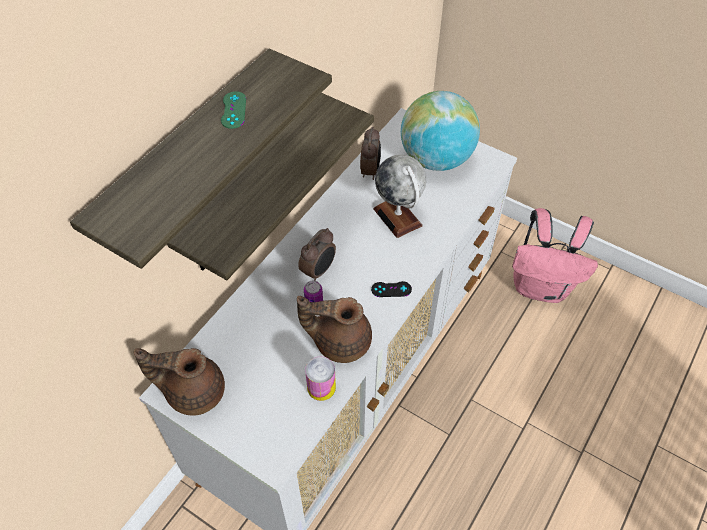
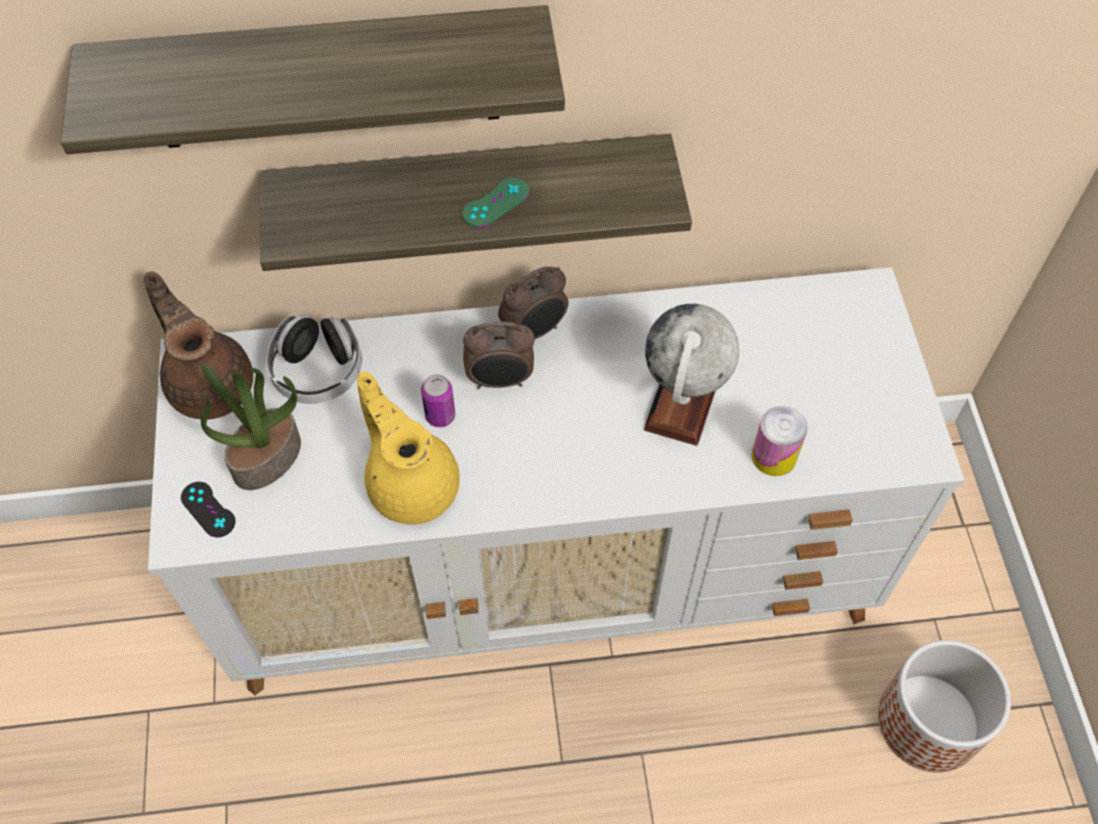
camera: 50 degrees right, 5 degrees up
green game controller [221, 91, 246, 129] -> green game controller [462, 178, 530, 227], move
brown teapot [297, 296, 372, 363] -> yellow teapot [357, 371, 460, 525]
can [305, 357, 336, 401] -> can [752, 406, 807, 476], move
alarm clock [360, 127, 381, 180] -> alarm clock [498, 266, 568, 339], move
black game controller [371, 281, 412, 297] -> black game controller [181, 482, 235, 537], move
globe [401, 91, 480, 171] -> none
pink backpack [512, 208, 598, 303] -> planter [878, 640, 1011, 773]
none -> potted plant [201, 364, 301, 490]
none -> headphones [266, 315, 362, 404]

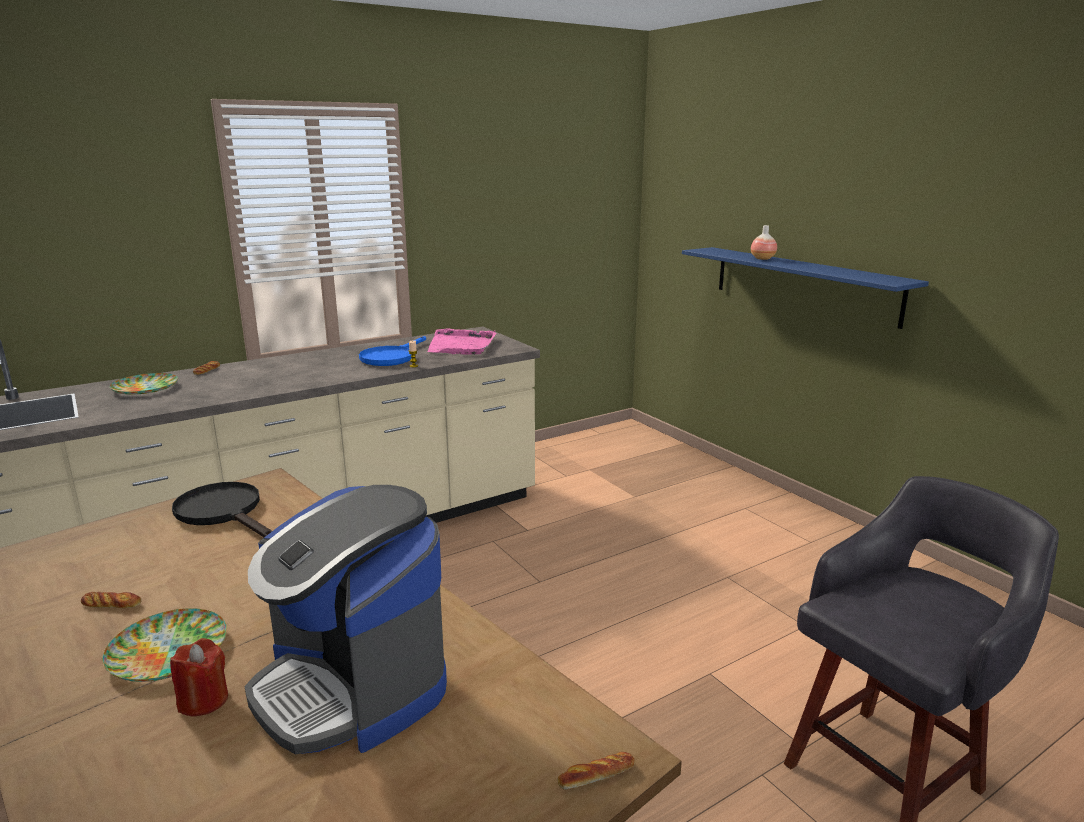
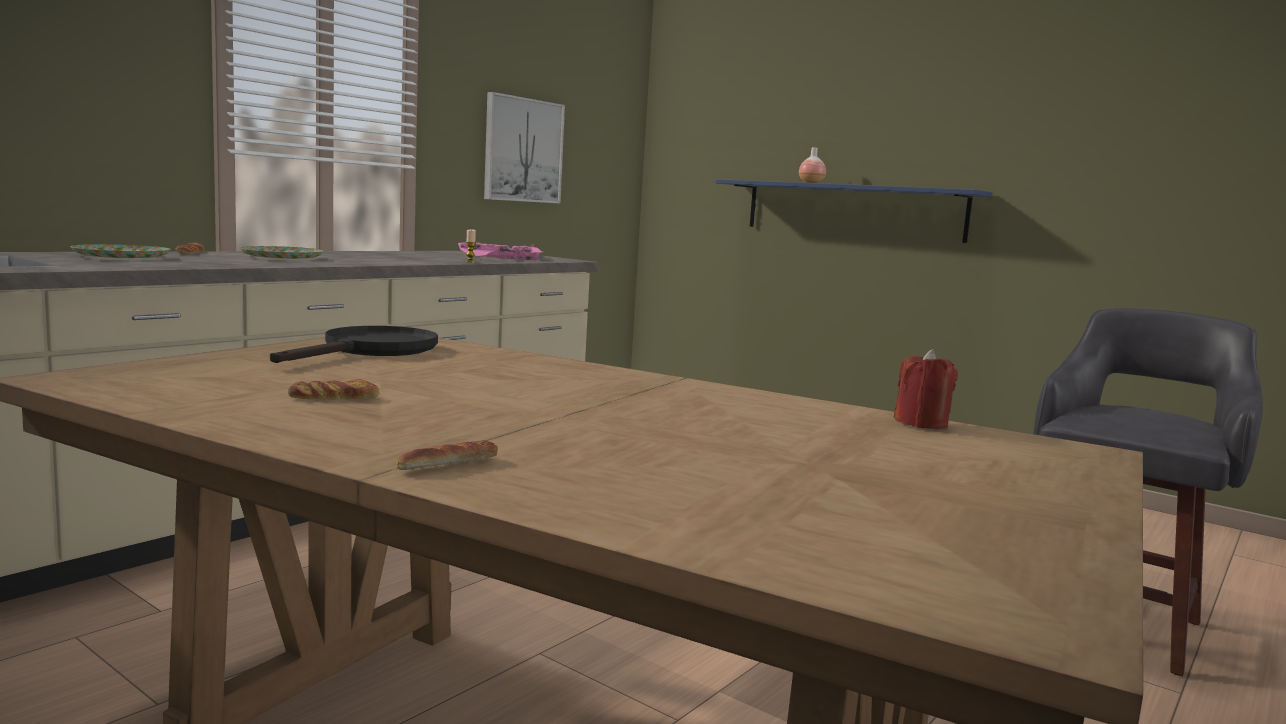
camera: 20 degrees left, 10 degrees down
plate [102, 608, 227, 682] -> plate [240, 246, 323, 259], move
red candle [170, 638, 228, 716] -> red candle [894, 349, 958, 429], move
black frying pan [172, 482, 272, 537] -> black frying pan [270, 326, 438, 363], 90 degrees clockwise
coffee machine [245, 485, 447, 755] -> none
blue frying pan [359, 336, 426, 366] -> none
bread [557, 752, 635, 790] -> bread [396, 440, 498, 470], move
none -> picture [484, 92, 565, 203]

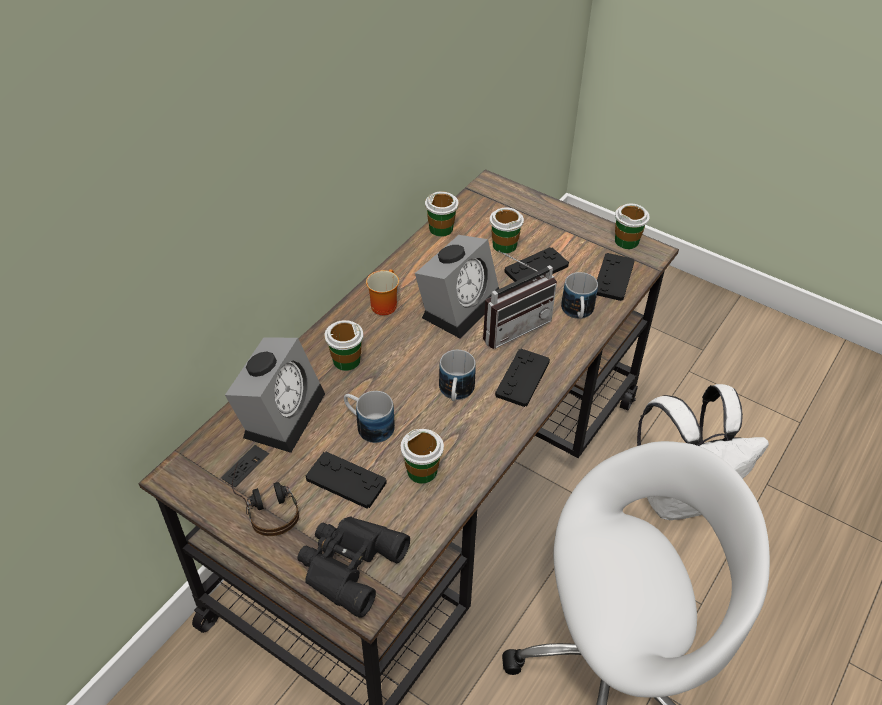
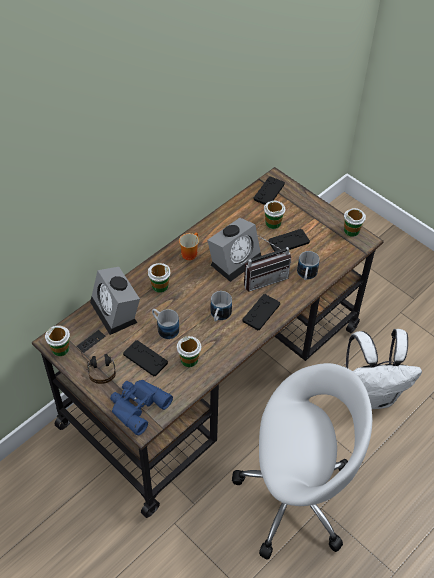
camera: 10 degrees right, 5 degrees up
alarm clock [225, 337, 325, 453] -> alarm clock [90, 267, 140, 335], 120 degrees clockwise
black binoculars [297, 516, 410, 618] -> blue binoculars [110, 380, 173, 435]
cup [425, 191, 459, 237] -> cup [45, 325, 70, 356], move
black game controller [597, 253, 635, 301] -> black game controller [254, 176, 285, 205], move

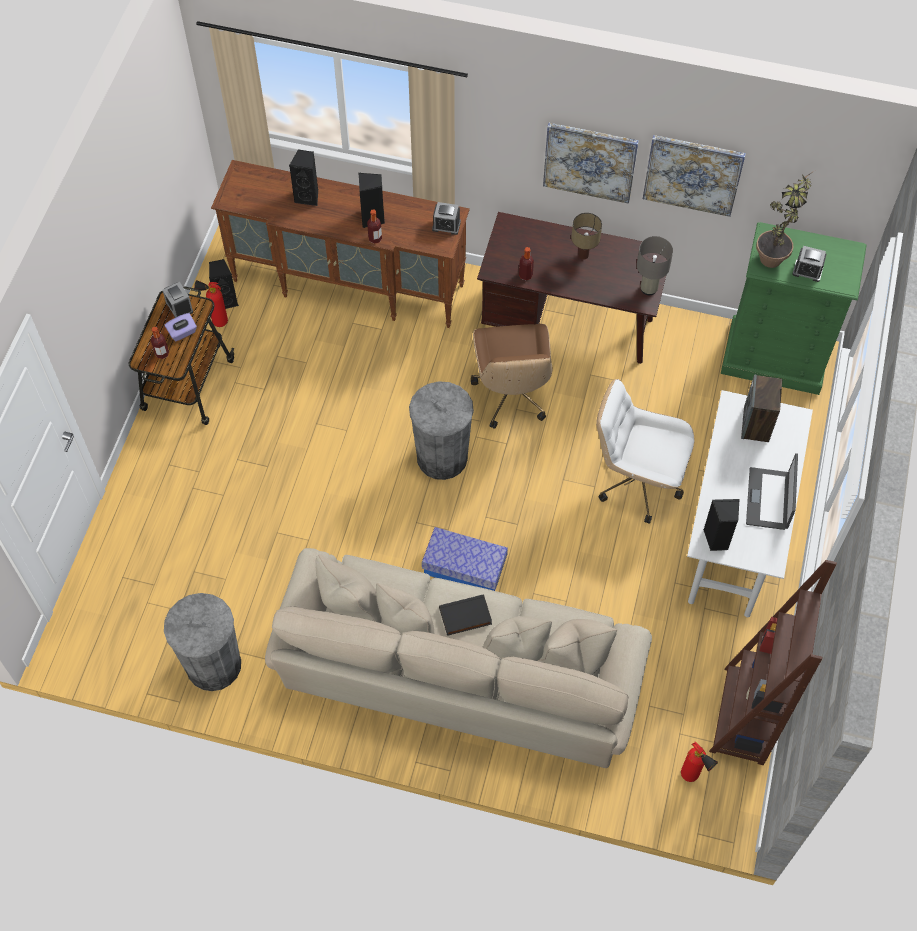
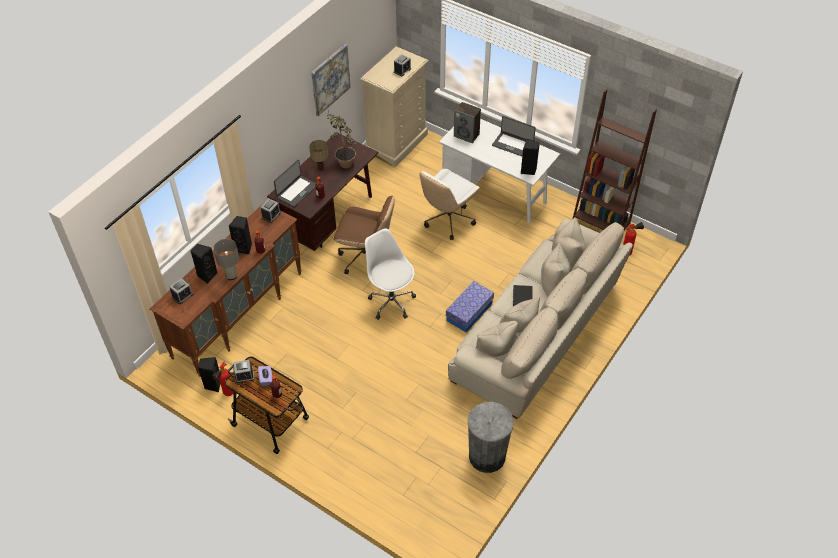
camera: 70 degrees left, 10 degrees down
grey trash can [409, 381, 474, 480] -> white office chair [365, 229, 416, 320]
picture [543, 123, 639, 204] -> none
grey table lamp [637, 236, 673, 295] -> grey table lamp [213, 239, 239, 280], move
green dresser [721, 222, 867, 395] -> beige dresser [360, 46, 429, 167]
potted plant [756, 171, 814, 268] -> potted plant [327, 110, 358, 168], move
none -> alarm clock [169, 278, 193, 304]
none -> laptop [274, 160, 316, 207]

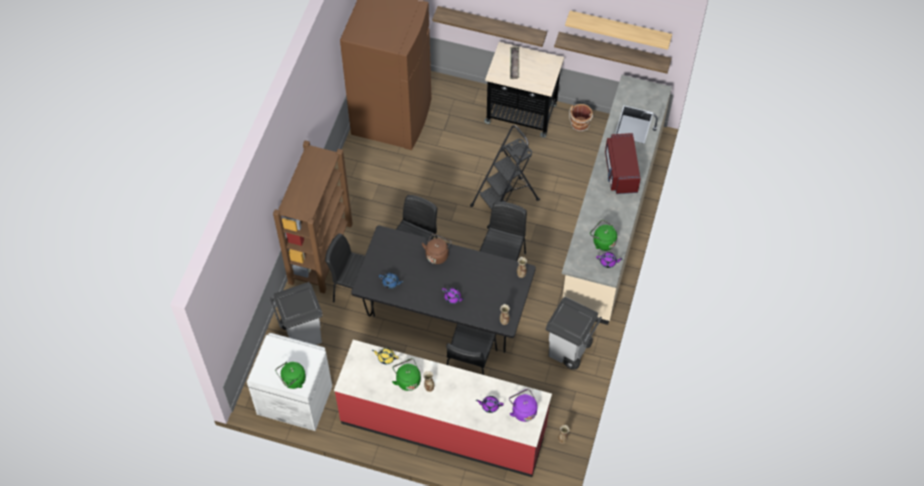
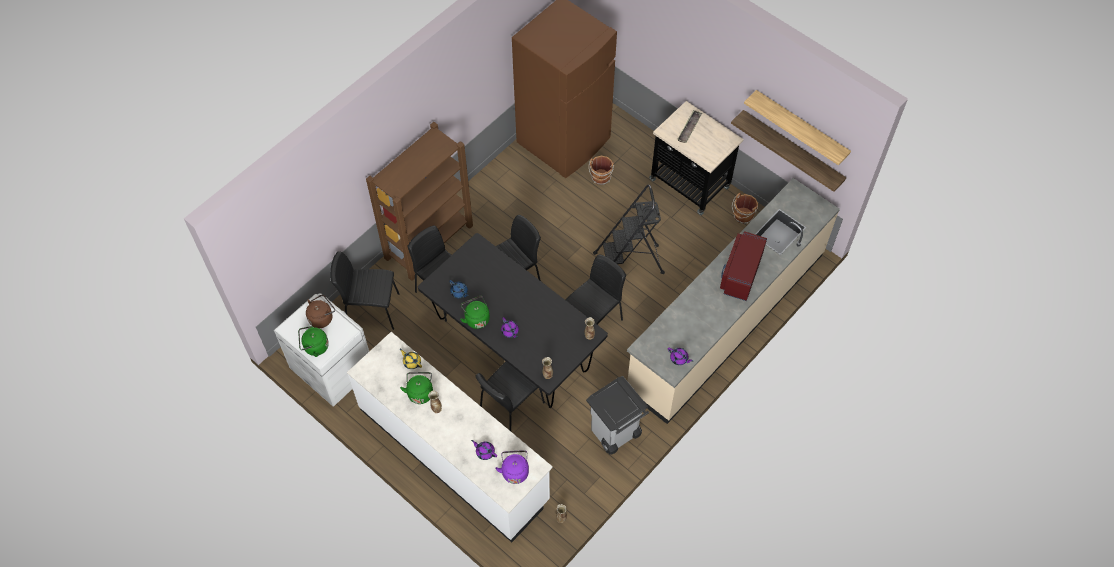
camera: 25 degrees right, 0 degrees up
grey trash can [269, 282, 322, 345] -> black chair [330, 251, 400, 330]
red counter [334, 340, 552, 477] -> white counter [347, 332, 553, 542]
brown kettle [422, 234, 452, 264] -> brown kettle [306, 295, 335, 328], move
shelf [432, 6, 547, 47] -> none
green kettle [590, 220, 617, 251] -> green kettle [460, 296, 490, 329], move
none -> brown bucket [589, 156, 614, 185]

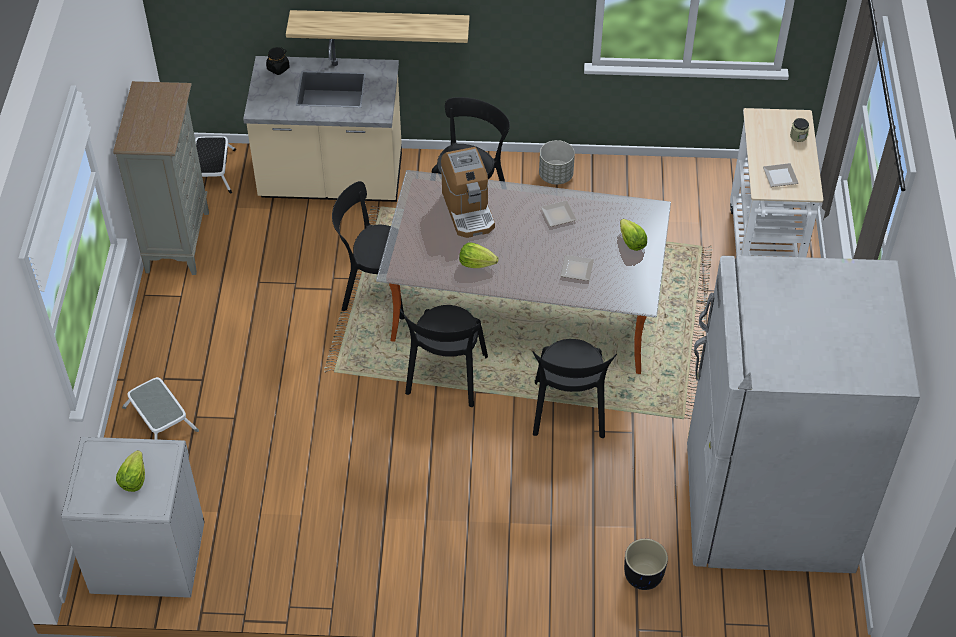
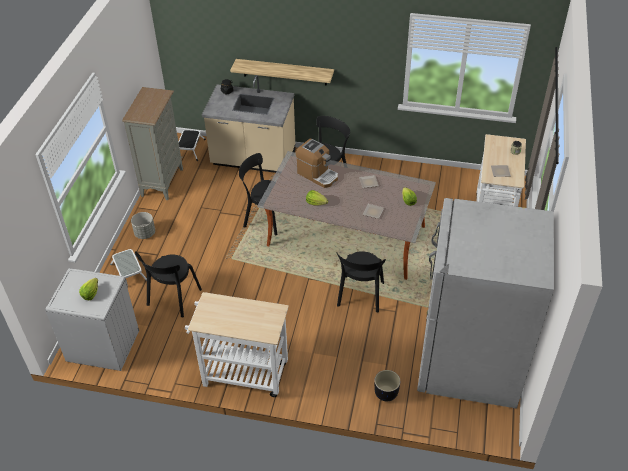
camera: 10 degrees right, 5 degrees down
black chair [400, 305, 488, 407] -> black chair [135, 251, 202, 318], move
coffee machine [441, 147, 495, 238] -> coffee machine [296, 139, 338, 188], 45 degrees counterclockwise
grey planter [539, 140, 575, 185] -> grey planter [131, 212, 155, 239], move
none -> white cart [185, 292, 288, 397]

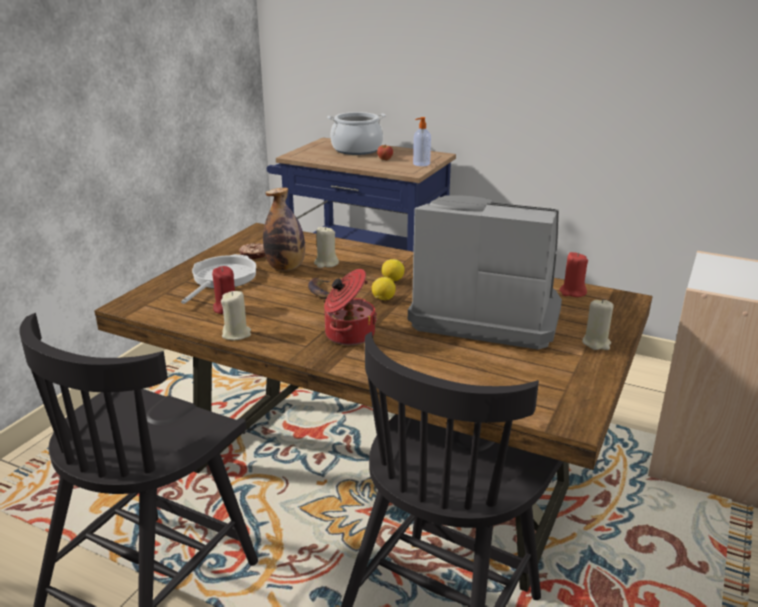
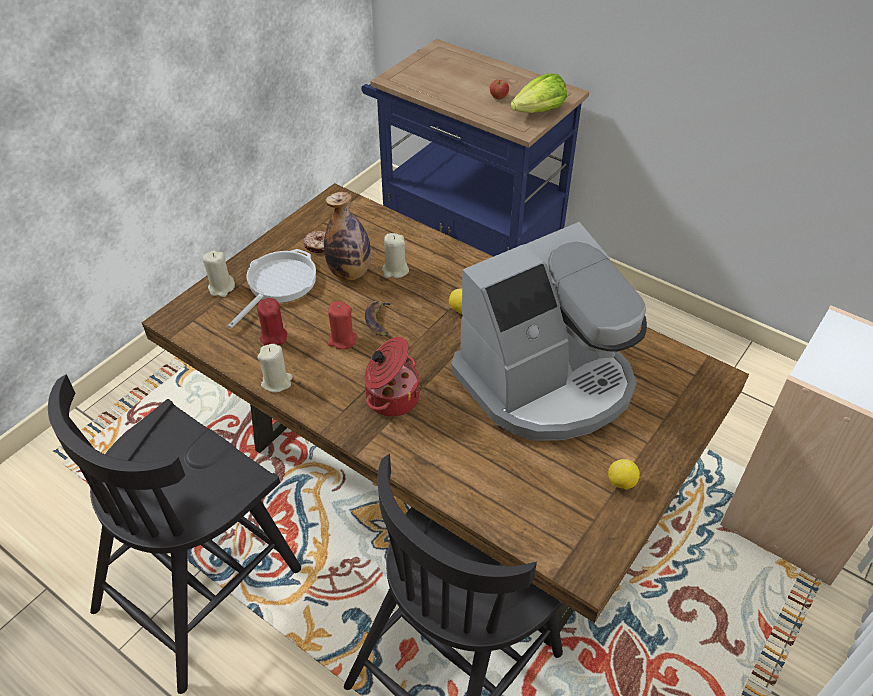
camera: 10 degrees right, 20 degrees up
cooking pot [328, 112, 386, 155] -> none
lemon [372, 277, 396, 300] -> lemon [608, 459, 640, 489], move
coffee machine [408, 195, 562, 350] -> coffee machine [451, 222, 647, 441], 120 degrees clockwise
soap dispenser [413, 117, 431, 166] -> lettuce [510, 73, 567, 113]
red candle [559, 252, 588, 297] -> red candle [327, 301, 357, 350], move
beige candle [582, 299, 614, 350] -> beige candle [203, 251, 235, 297], move

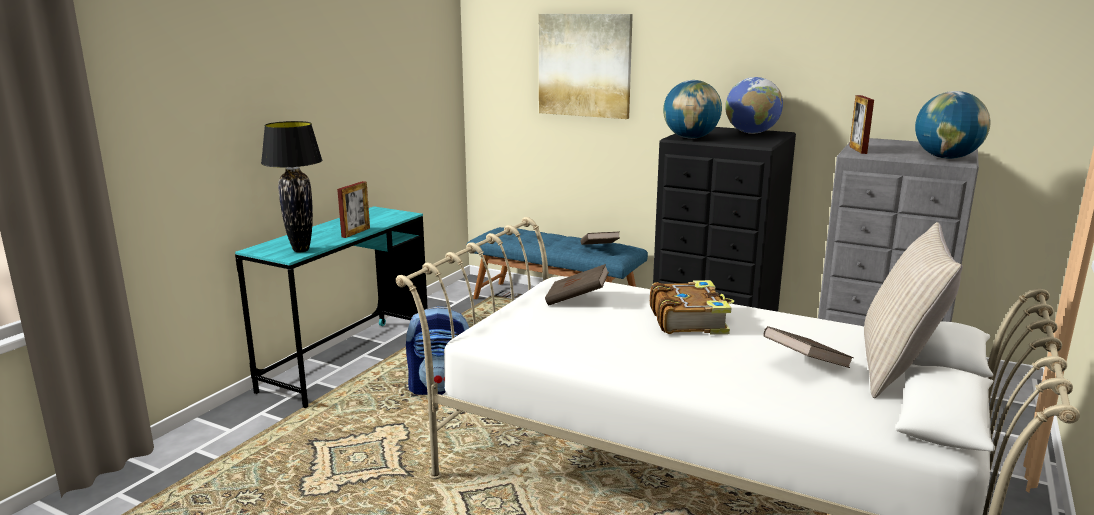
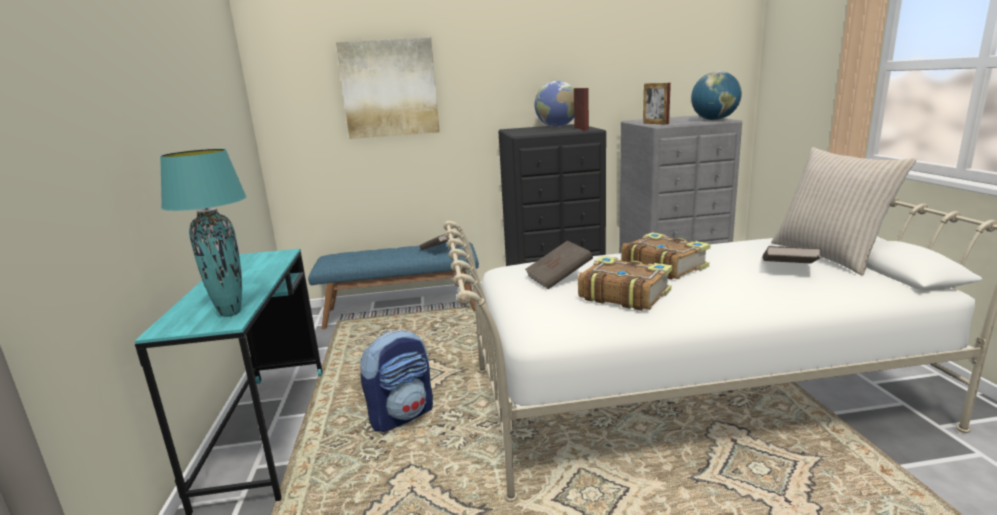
camera: 35 degrees left, 0 degrees up
black table lamp [261, 121, 323, 252] -> turquoise table lamp [160, 149, 247, 317]
picture frame [337, 181, 370, 238] -> picture frame [574, 88, 589, 131], move
globe [663, 80, 722, 139] -> none
none -> book [578, 256, 672, 311]

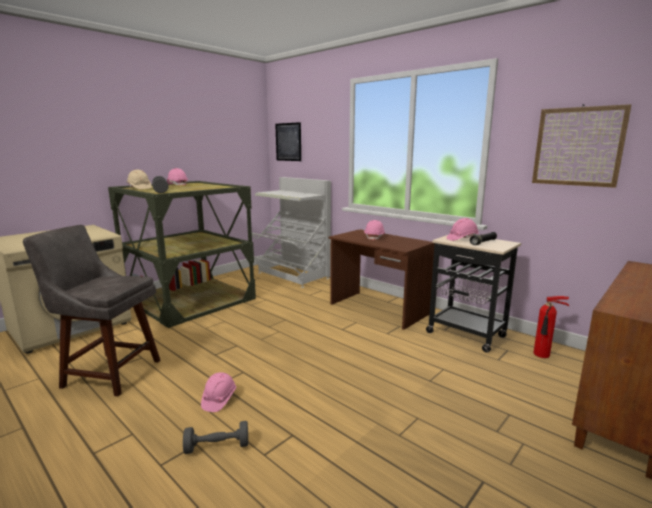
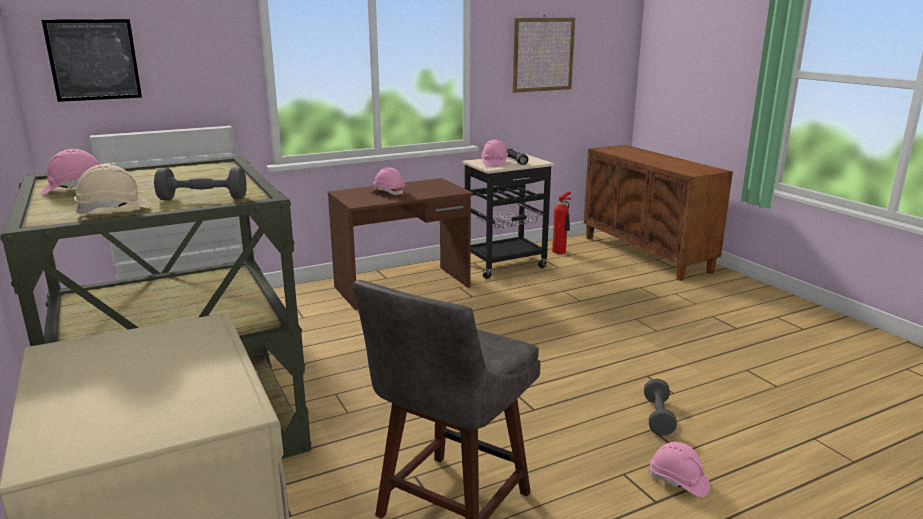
camera: 70 degrees left, 5 degrees up
pink hard hat [201, 372, 236, 412] -> pink hard hat [649, 442, 710, 497], move

